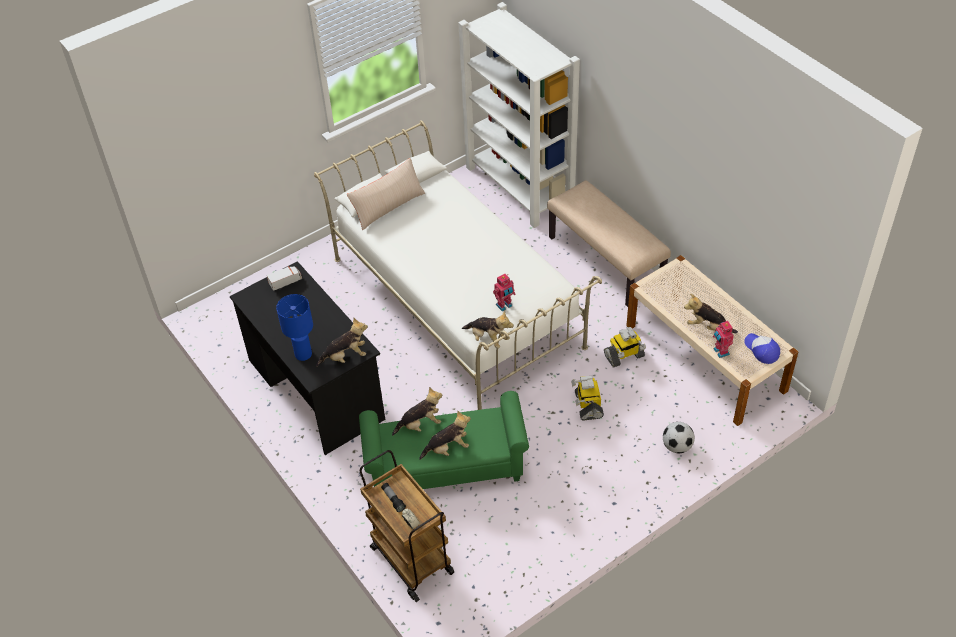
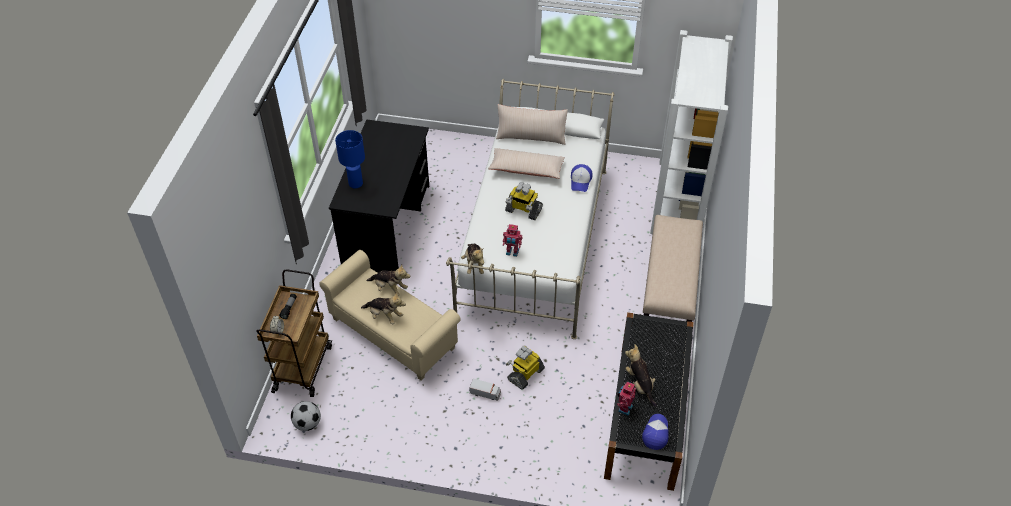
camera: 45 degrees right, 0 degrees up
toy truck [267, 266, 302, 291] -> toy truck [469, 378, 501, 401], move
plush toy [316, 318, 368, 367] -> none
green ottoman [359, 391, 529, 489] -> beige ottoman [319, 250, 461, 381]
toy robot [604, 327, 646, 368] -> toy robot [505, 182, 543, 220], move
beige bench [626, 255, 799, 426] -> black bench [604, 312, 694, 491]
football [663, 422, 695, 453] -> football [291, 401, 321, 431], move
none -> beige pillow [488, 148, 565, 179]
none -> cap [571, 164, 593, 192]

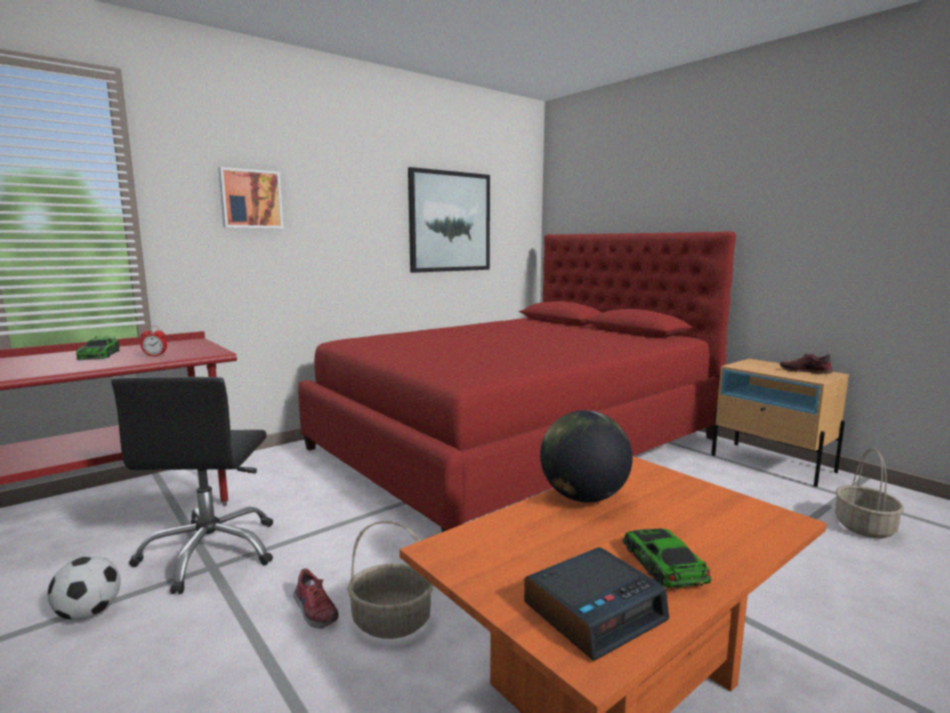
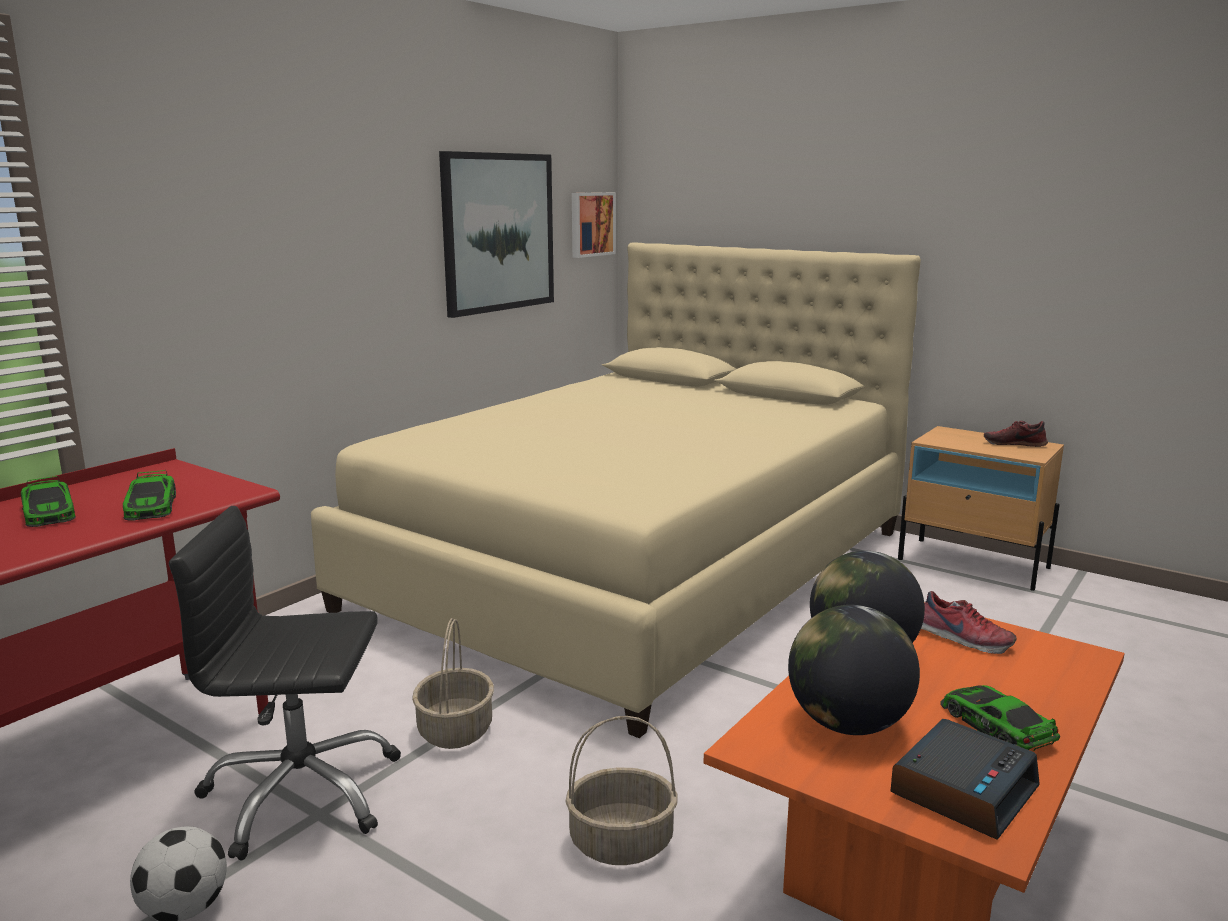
camera: 15 degrees left, 5 degrees up
black office chair [111, 377, 273, 594] -> black office chair [169, 506, 401, 860], 105 degrees clockwise
alarm clock [141, 326, 167, 357] -> toy car [123, 470, 176, 521]
picture [218, 167, 283, 229] -> picture [572, 192, 616, 258], move
shoe [293, 569, 339, 629] -> shoe [921, 591, 1017, 654], move
red bed [298, 231, 736, 532] -> beige bed [311, 242, 921, 738]
basket [835, 448, 904, 539] -> basket [412, 618, 494, 749], move
none -> globe [788, 605, 920, 735]

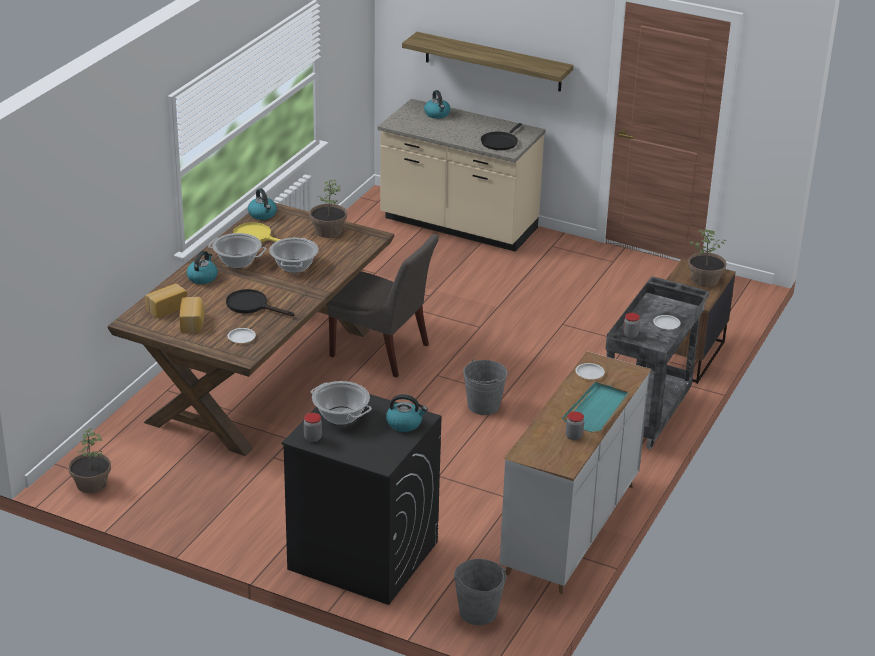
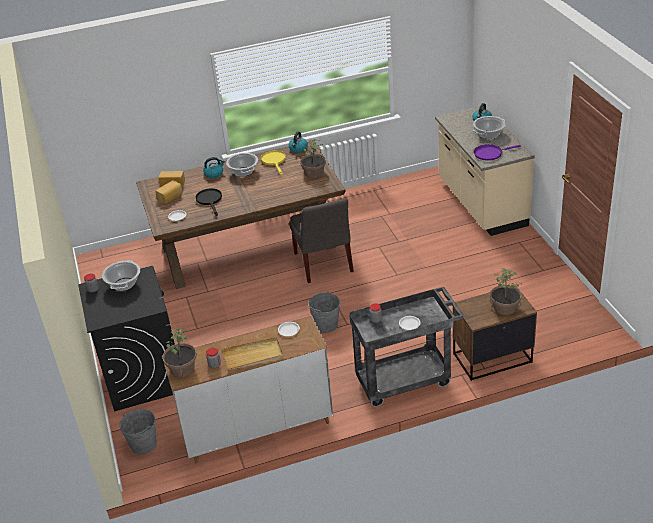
camera: 50 degrees right, 5 degrees up
potted plant [68, 428, 111, 493] -> potted plant [162, 328, 197, 377], move
cooking pot [269, 238, 319, 273] -> cooking pot [473, 116, 506, 139], move
kettle [386, 394, 428, 432] -> none
shelf [402, 32, 574, 92] -> none
black frying pan [481, 123, 522, 150] -> purple frying pan [474, 144, 521, 161]
turquoise tray [562, 382, 629, 432] -> beige tray [222, 337, 284, 370]

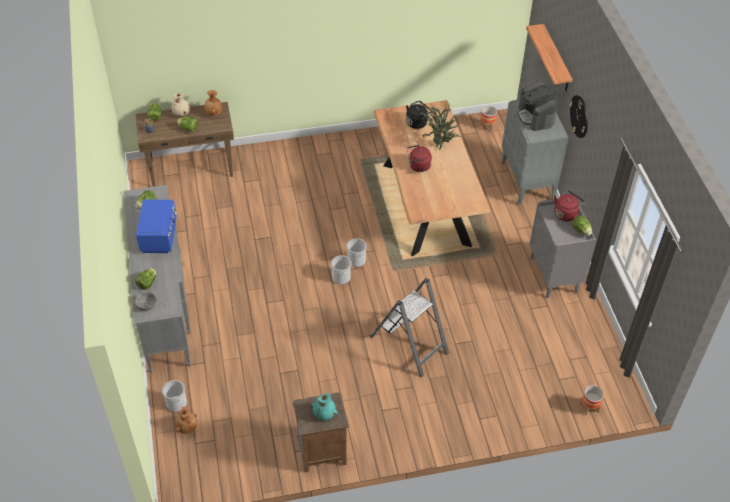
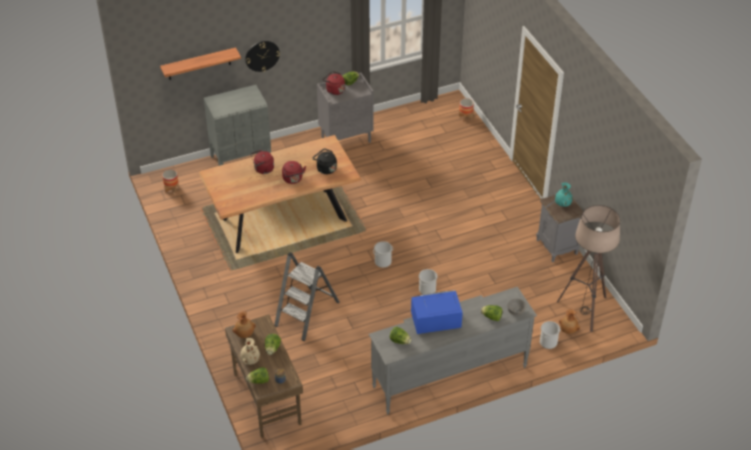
camera: 100 degrees left, 5 degrees down
bucket [347, 238, 367, 267] -> bucket [419, 269, 437, 295], move
grey step ladder [370, 278, 449, 378] -> grey step ladder [274, 252, 340, 341], move
black kettle [406, 101, 432, 129] -> black kettle [313, 148, 337, 174], move
potted plant [419, 103, 461, 150] -> red kettle [251, 150, 274, 174]
coffee machine [517, 81, 558, 131] -> none
none -> floor lamp [557, 205, 620, 332]

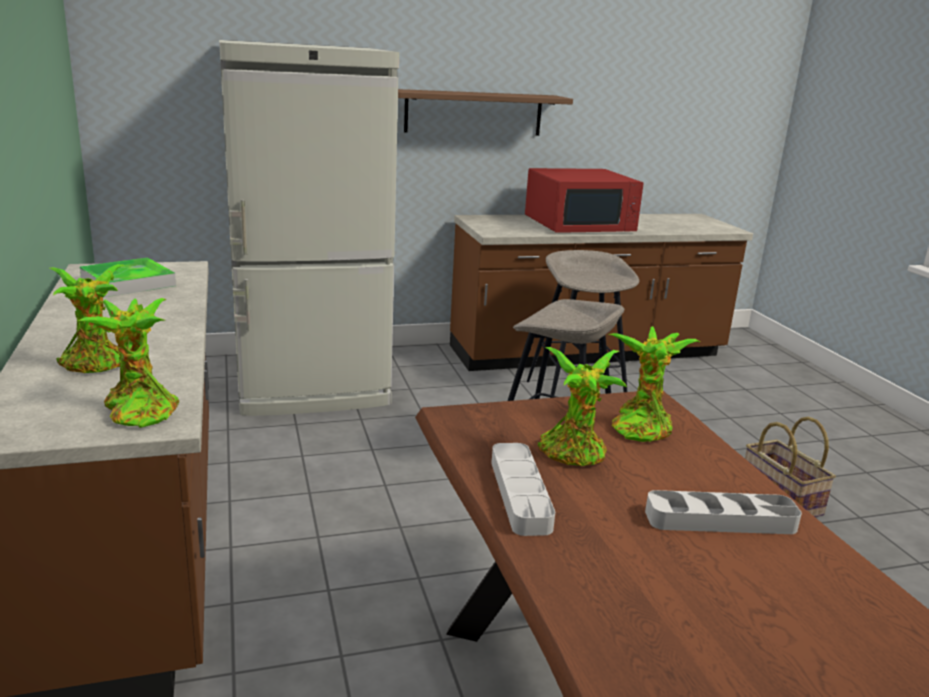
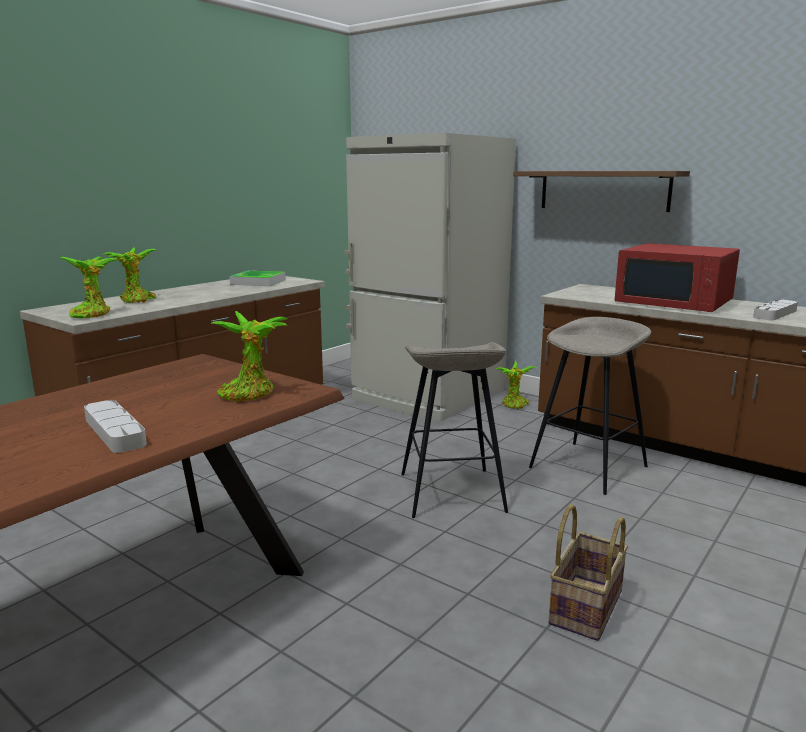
camera: 55 degrees right, 5 degrees down
grey tray [491, 443, 555, 536] -> grey tray [753, 299, 798, 320], move
potted plant [538, 347, 627, 466] -> potted plant [496, 361, 536, 409], move

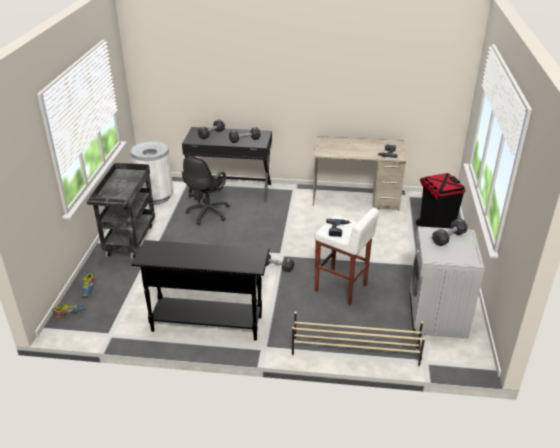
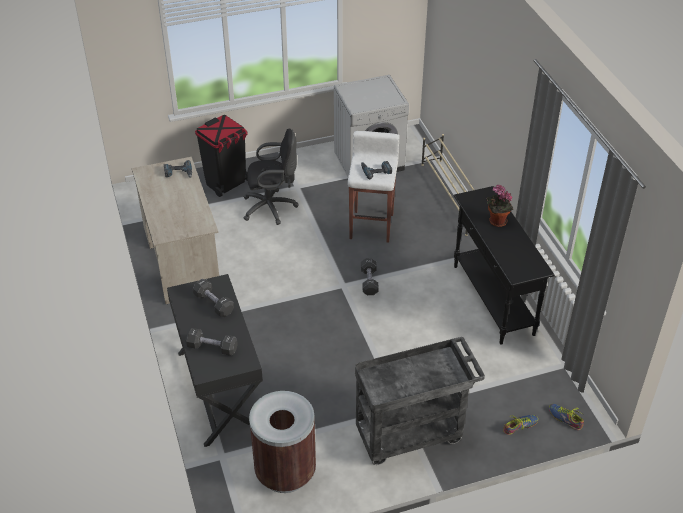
camera: 115 degrees left, 10 degrees up
white trash can [130, 141, 173, 205] -> brown trash can [249, 391, 316, 493]
black office chair [182, 156, 230, 225] -> black office chair [244, 129, 299, 225], move
black dumbbell [432, 218, 468, 246] -> none
none -> potted plant [486, 185, 513, 227]

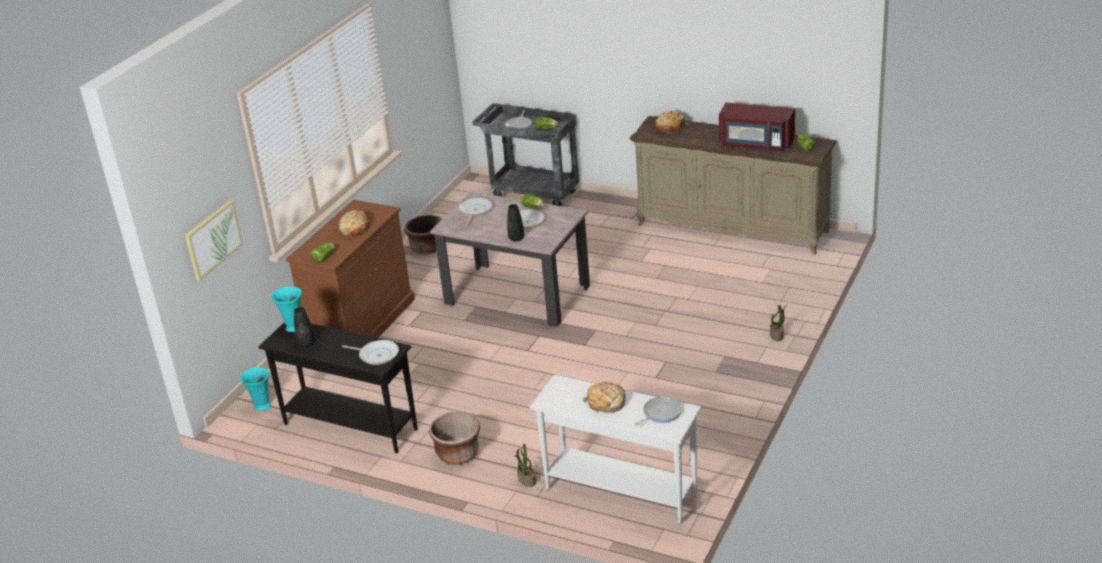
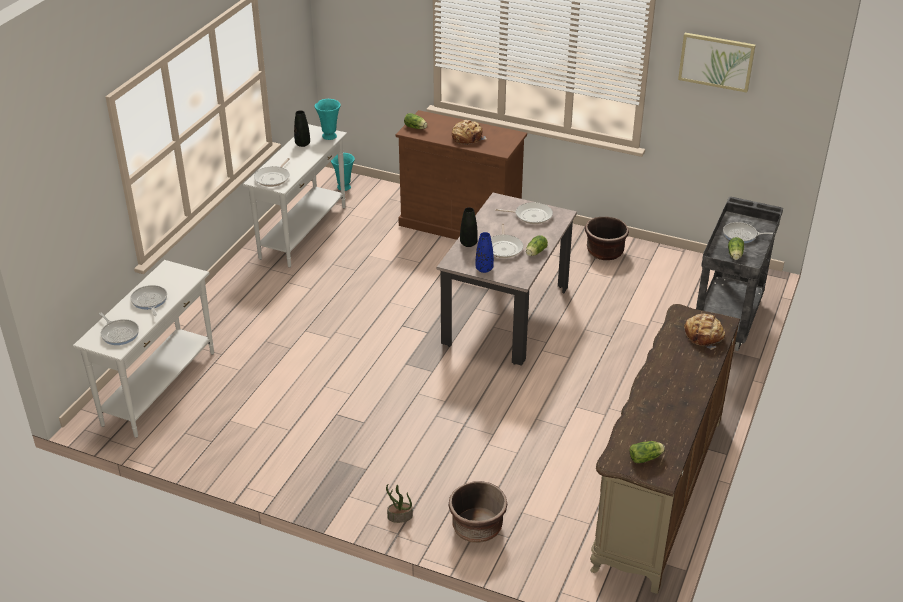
camera: 85 degrees right, 5 degrees up
picture [185, 200, 243, 281] -> picture [678, 33, 756, 93], move
black console table [259, 323, 418, 454] -> white console table [243, 124, 347, 268]
brown planter [429, 412, 480, 465] -> brown planter [449, 481, 507, 543], move
potted plant [514, 444, 536, 487] -> none
bread [582, 382, 626, 413] -> frying pan [130, 285, 167, 316]
red microwave [719, 102, 795, 151] -> none
none -> blue vase [476, 232, 494, 273]

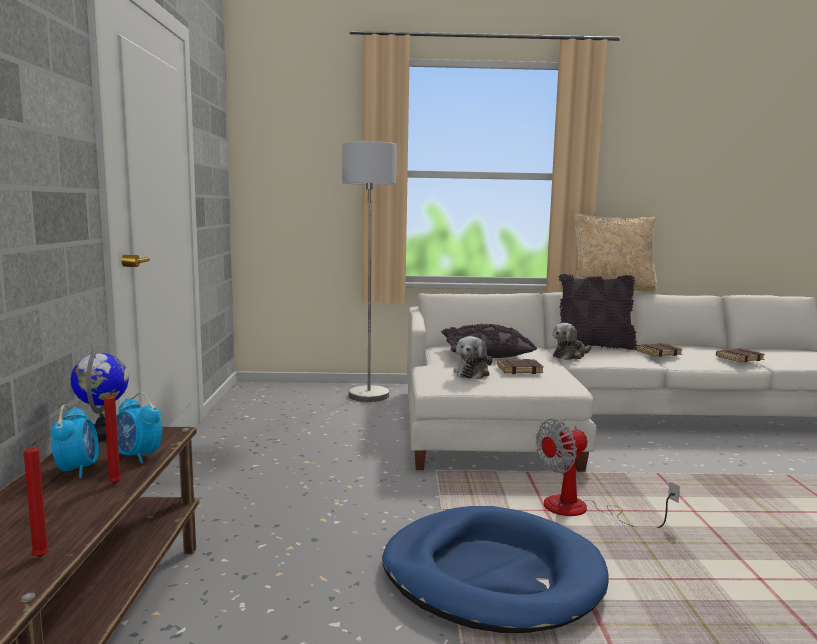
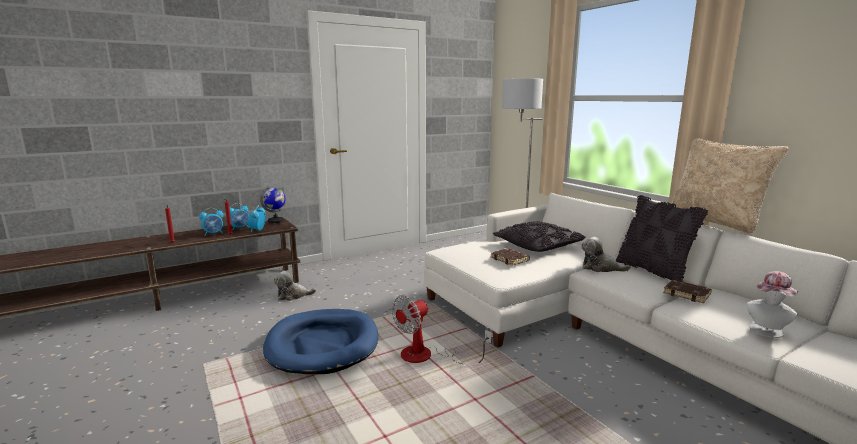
camera: 60 degrees right, 5 degrees up
plush toy [453, 336, 493, 379] -> plush toy [274, 271, 316, 301], move
fan [536, 419, 680, 528] -> fan [392, 295, 492, 364], 75 degrees counterclockwise
brown book [716, 348, 765, 363] -> hat [747, 271, 798, 338]
none -> alarm clock [199, 208, 224, 236]

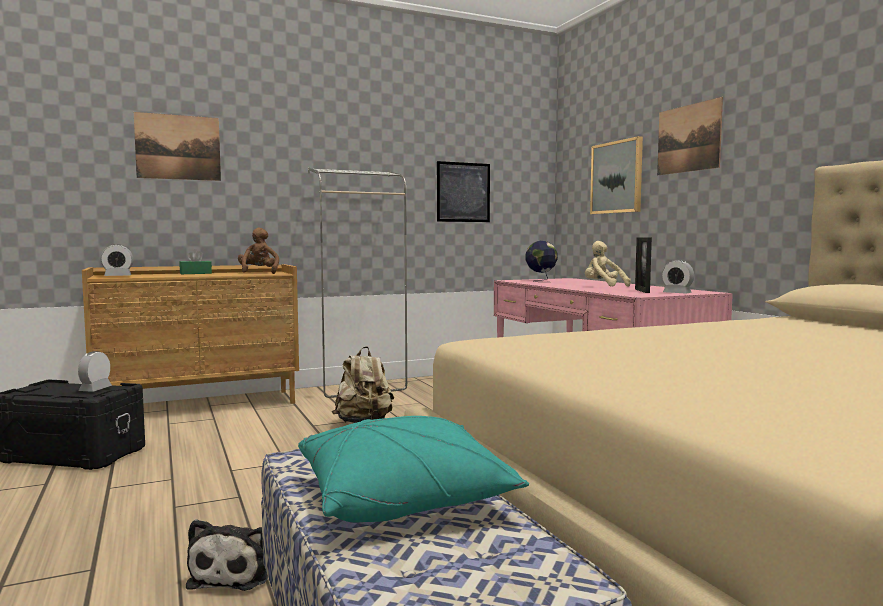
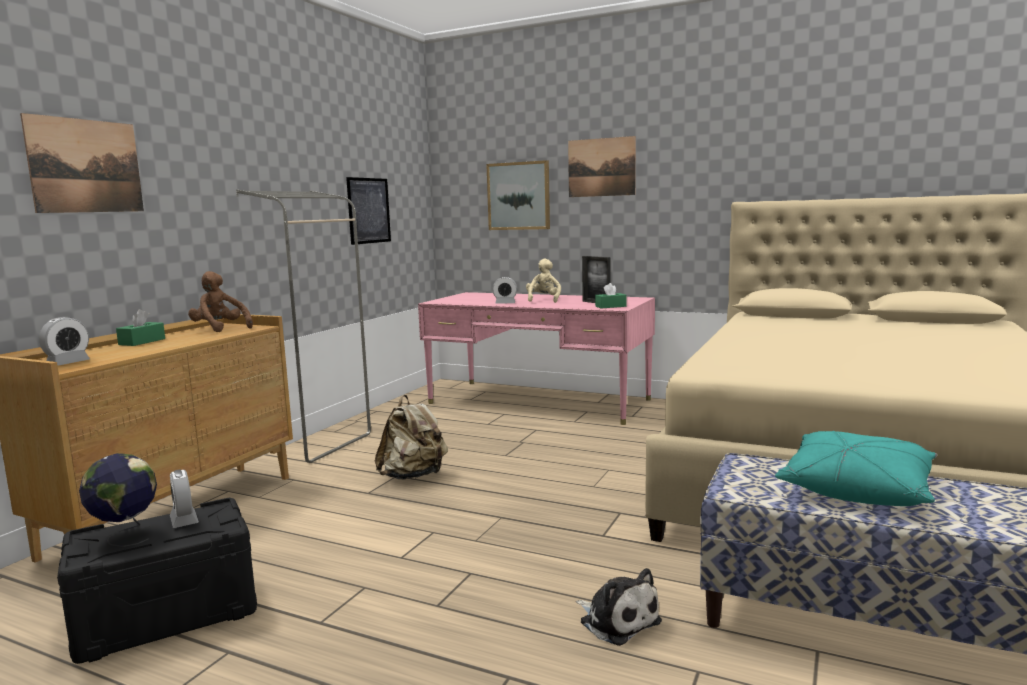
camera: 40 degrees left, 5 degrees up
globe [525, 241, 558, 282] -> globe [79, 453, 157, 547], move
beige plush toy [585, 241, 631, 287] -> beige plush toy [526, 258, 561, 303], 90 degrees clockwise
alarm clock [662, 260, 694, 293] -> alarm clock [493, 277, 517, 304], move
none -> green tissue box [595, 283, 626, 309]

